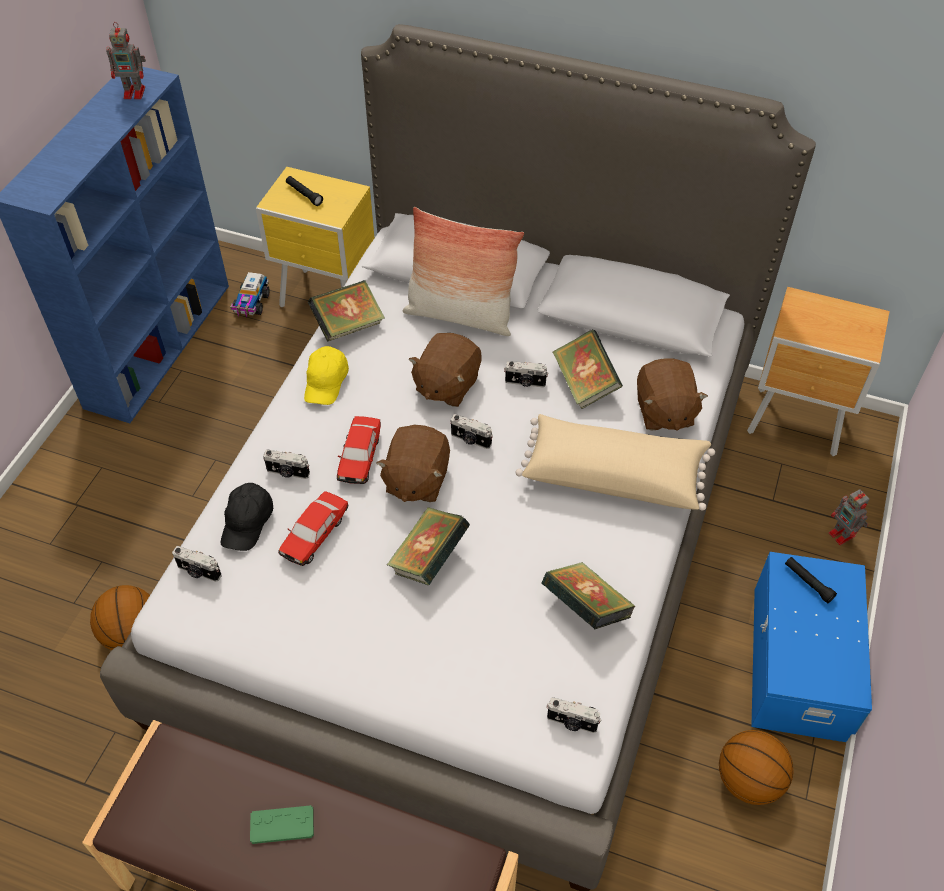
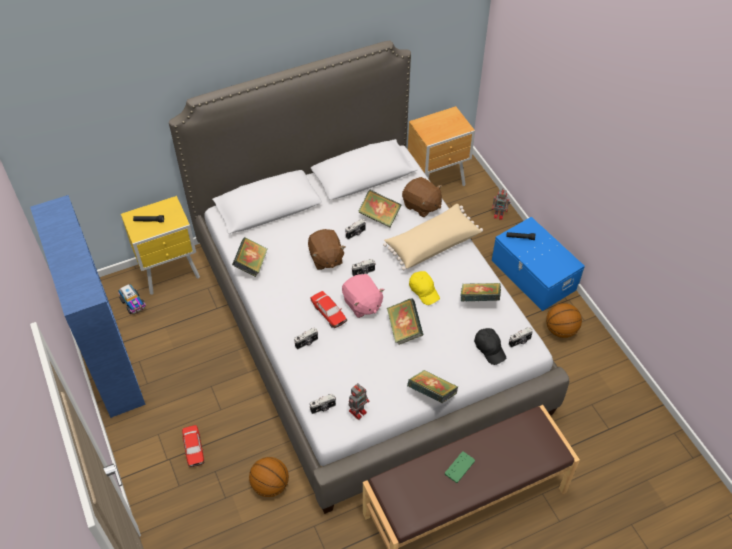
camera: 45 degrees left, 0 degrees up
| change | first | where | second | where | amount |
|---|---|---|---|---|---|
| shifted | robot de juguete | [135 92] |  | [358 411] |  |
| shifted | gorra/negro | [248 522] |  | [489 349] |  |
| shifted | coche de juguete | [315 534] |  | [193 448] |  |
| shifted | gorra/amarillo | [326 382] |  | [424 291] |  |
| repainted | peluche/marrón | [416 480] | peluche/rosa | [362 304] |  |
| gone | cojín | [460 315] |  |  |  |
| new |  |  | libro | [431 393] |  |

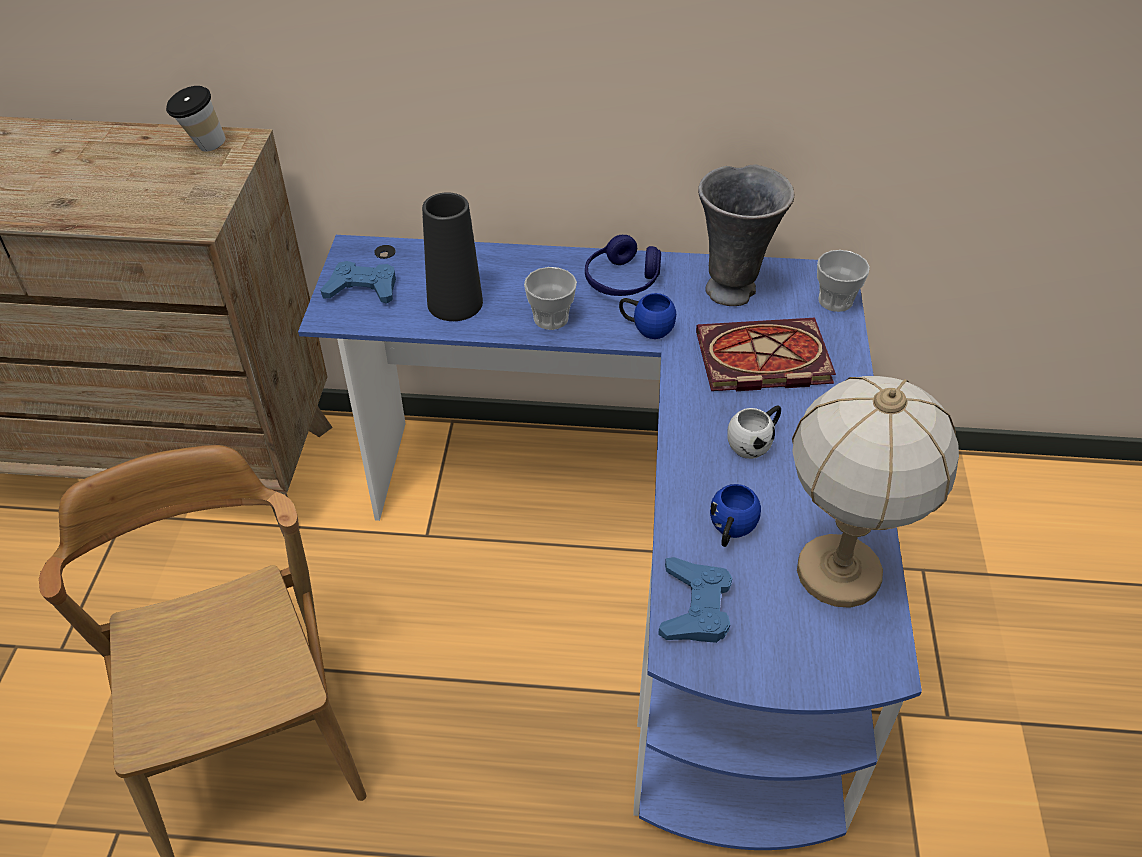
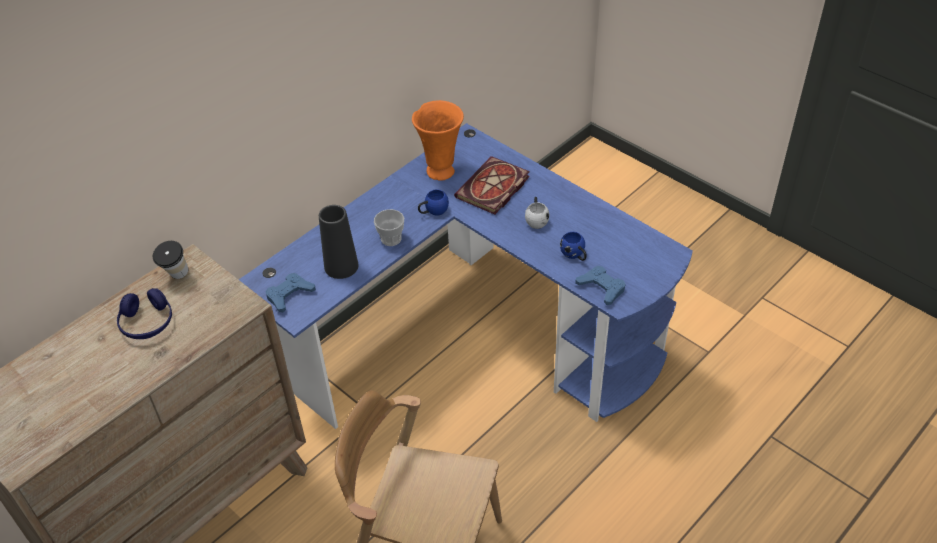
camera: 50 degrees left, 0 degrees up
| change | first | where | second | where | amount |
|---|---|---|---|---|---|
| shifted | auriculares/azul | [622 281] |  | [147 323] |  |
| repainted | florero/gris | [733 290] | florero/naranja | [441 170] |  |
| gone | lámpara de mesa | [837 573] |  |  |  |
| gone | taza | [835 301] |  |  |  |

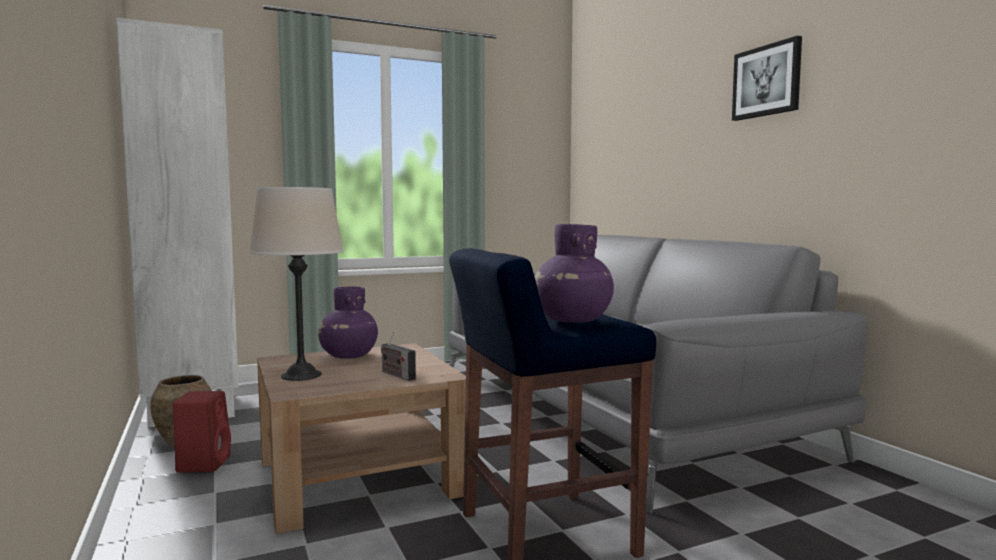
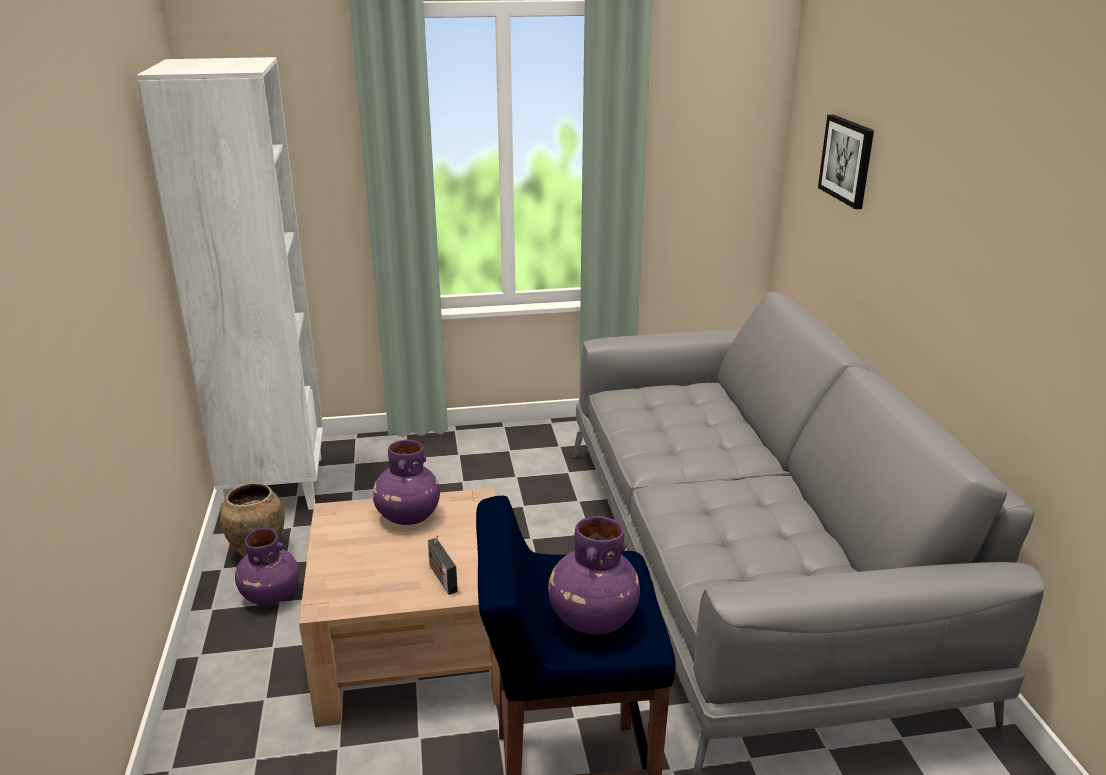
camera: 15 degrees right, 20 degrees up
| change | first | where | second | where | amount |
|---|---|---|---|---|---|
| swapped | altavoz/rojo | [204 463] | florero/morado | [270 595] |  |
| gone | lámpara de mesa/beis | [301 375] |  |  |  |
| shifted | cuadro | [767 81] |  | [847 160] |  |

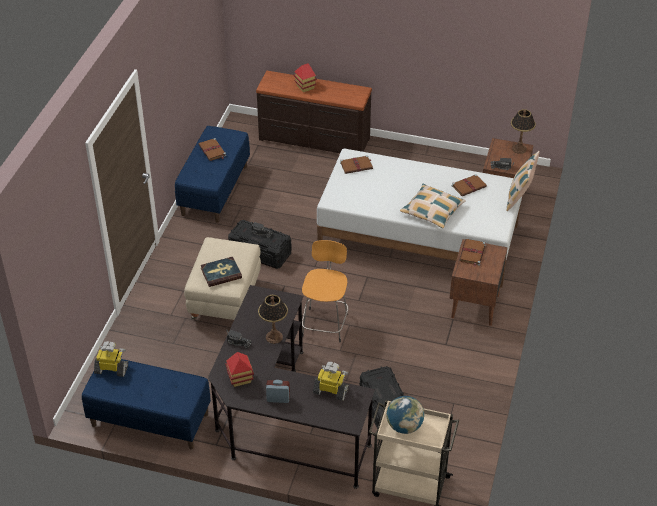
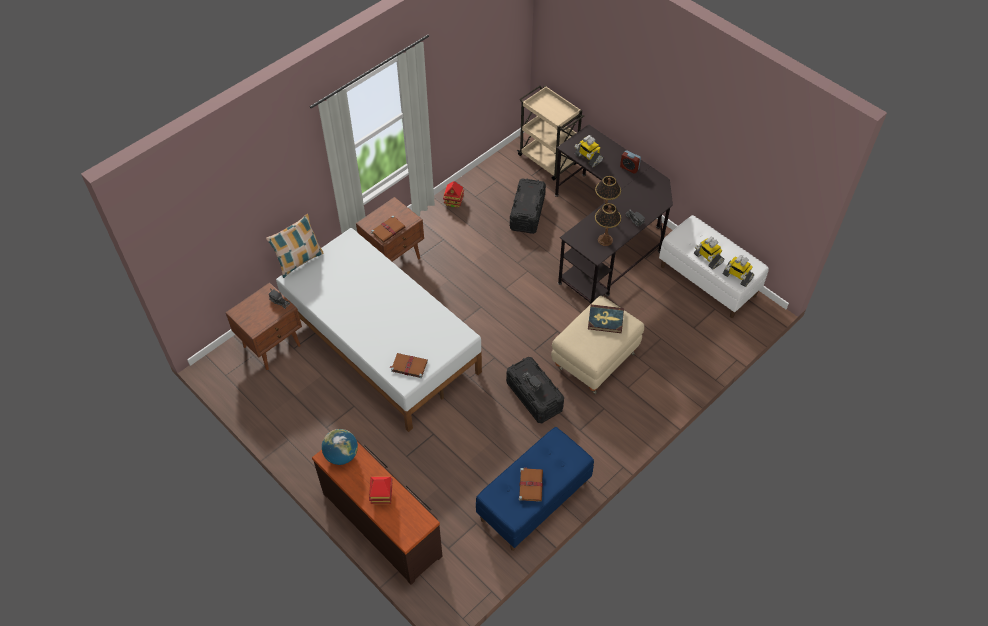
camera: 150 degrees left, 10 degrees up
| change | first | where | second | where | amount |
|---|---|---|---|---|---|
| repainted | banco/azul | [149 420] | banco/blanco | [708 281] |  |
| shifted | casita | [240 379] |  | [454 202] |  |
| gone | taburete/naranja | [325 323] |  |  |  |
| shifted | globo terráqueo | [404 426] |  | [341 455] |  |
| gone | cojín | [432 210] |  |  |  |
| gone | libro/marrón | [469 186] |  |  |  |
| shifted | lámpara de mesa | [519 149] |  | [605 240] |  |
| new |  |  | robot de juguete | [707 258] |  |

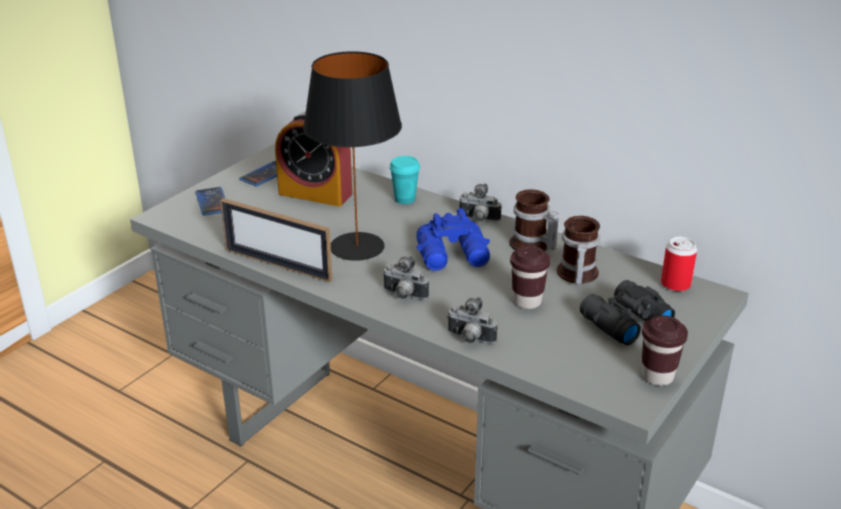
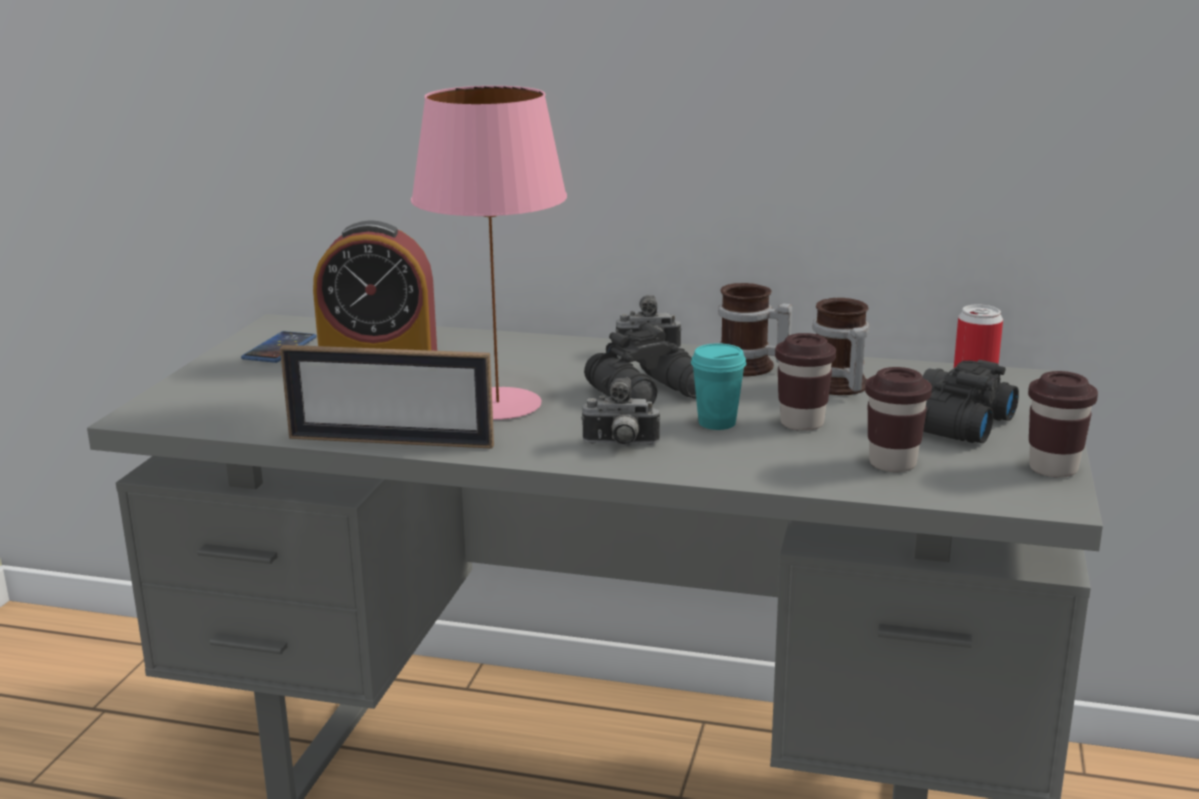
camera: 20 degrees left, 10 degrees down
| change | first | where | second | where | amount |
|---|---|---|---|---|---|
| gone | móvil | [212 202] |  |  |  |
| repainted | lámpara de mesa/negro | [356 247] | lámpara de mesa/rosa | [496 405] |  |
| shifted | taza/turquesa | [405 199] |  | [717 423] |  |
| repainted | prismáticos/azul | [454 256] | prismáticos/negro | [651 393] |  |
| gone | cámara | [469 339] |  |  |  |
| new |  |  | taza/marrón | [892 463] |  |

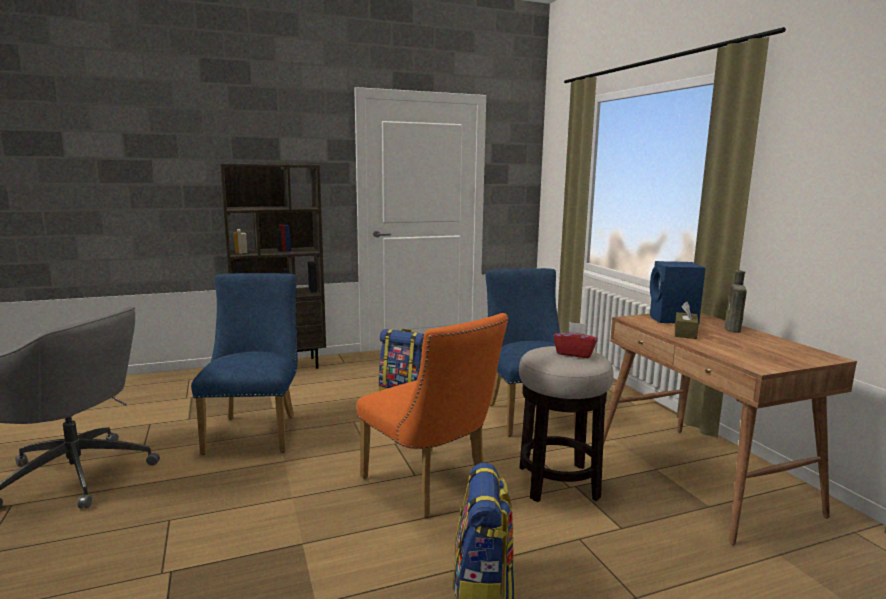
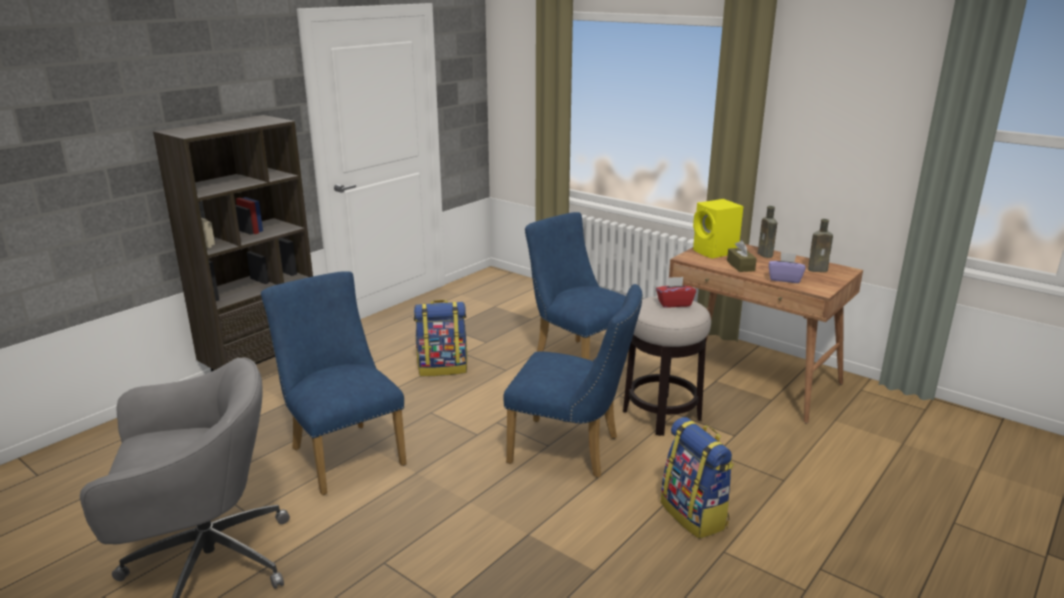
camera: 30 degrees left, 10 degrees up
| change | first | where | second | where | amount |
|---|---|---|---|---|---|
| repainted | silla/naranja | [430 486] | silla/azul | [572 451] |  |
| repainted | altavoz/azul | [673 319] | altavoz/amarillo | [715 252] |  |
| new |  |  | caja de pañuelos/morado | [785 279] |  |
| new |  |  | botella/marrón | [819 270] |  |

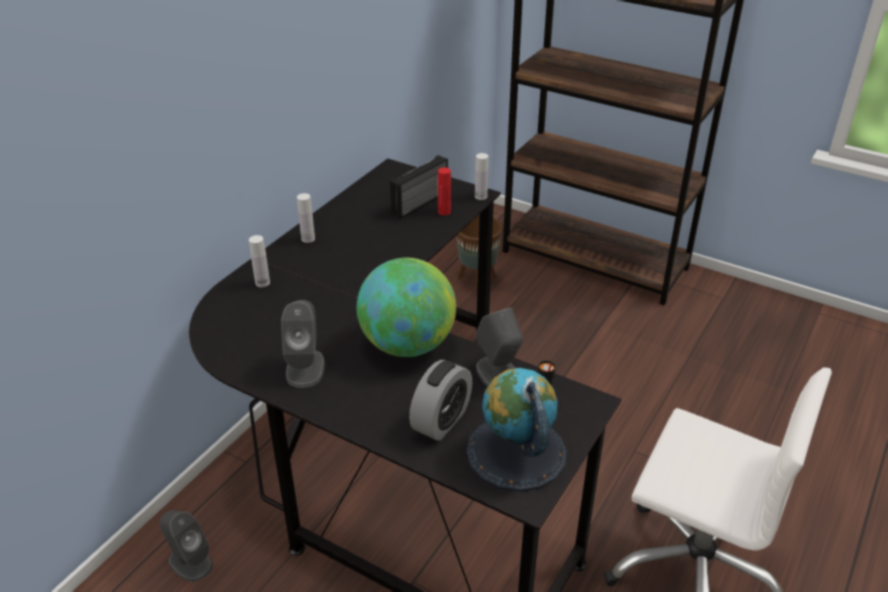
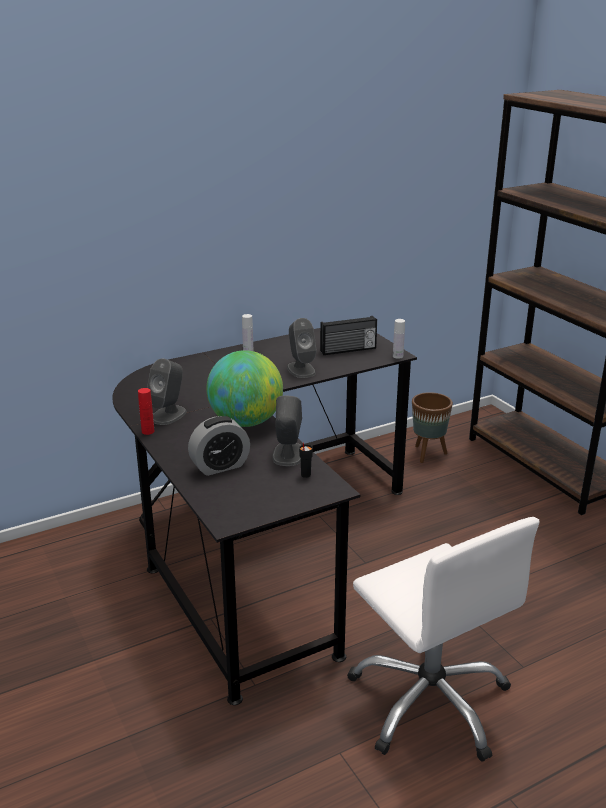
camera: 30 degrees right, 10 degrees down
| change | first | where | second | where | amount |
|---|---|---|---|---|---|
| shifted | altavoz/gris | [190 562] |  | [301 370] |  |
| gone | botella/blanco | [262 283] |  |  |  |
| shifted | botella/rojo | [444 212] |  | [148 431] |  |
| gone | globo terráqueo | [516 452] |  |  |  |

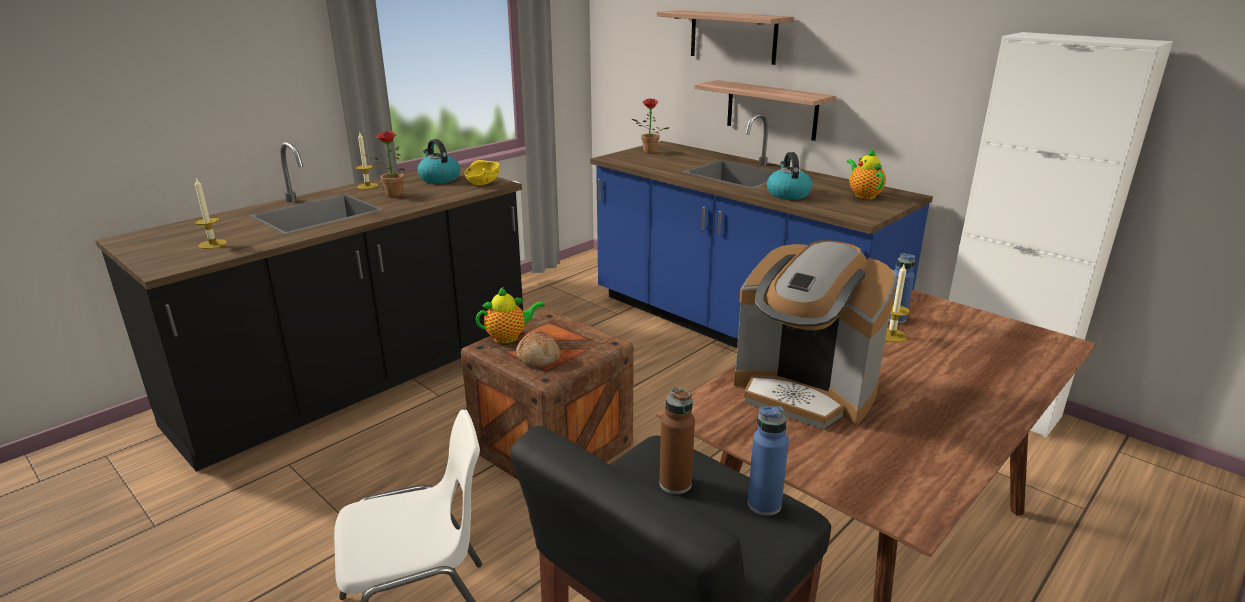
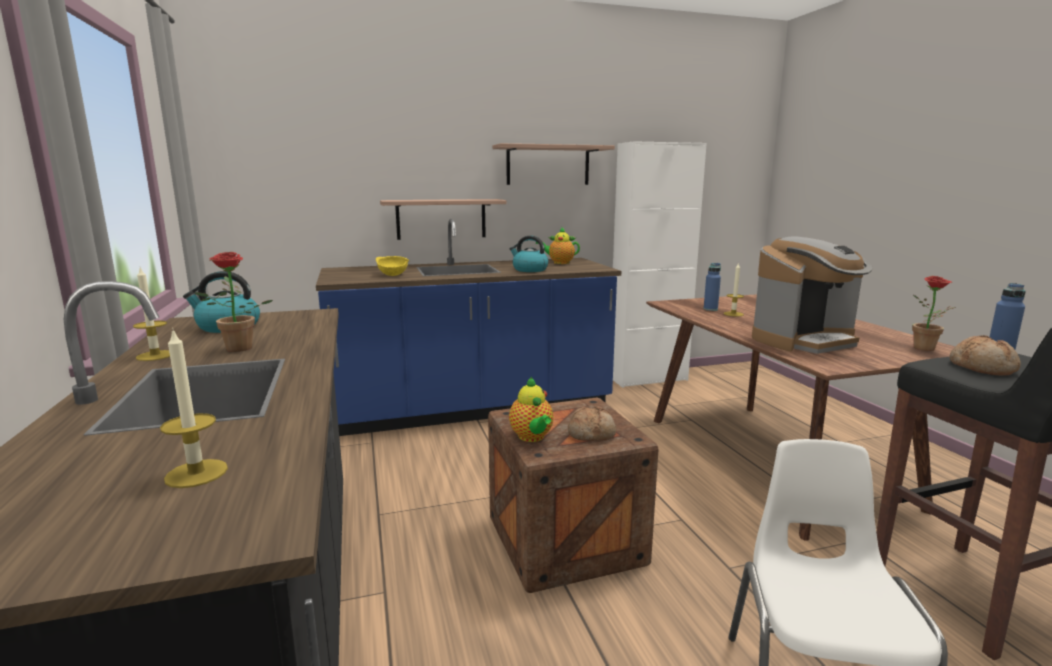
camera: 60 degrees left, 10 degrees down
| change | first | where | second | where | amount |
|---|---|---|---|---|---|
| shifted | cuenco/amarillo | [482 183] |  | [393 275] |  |
| rotated | tetera | [509 337] |  | [532 437] | 150 degrees clockwise |
| shifted | planta en maceta | [648 152] |  | [928 349] |  |
| shifted | estante | [733 36] |  | [548 165] |  |
| swapped | botella/marrón | [675 484] | pan | [983 368] |  |

